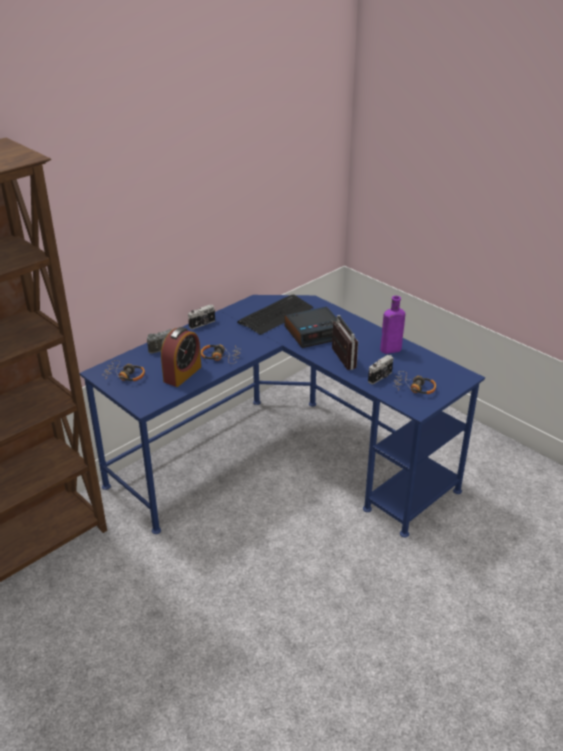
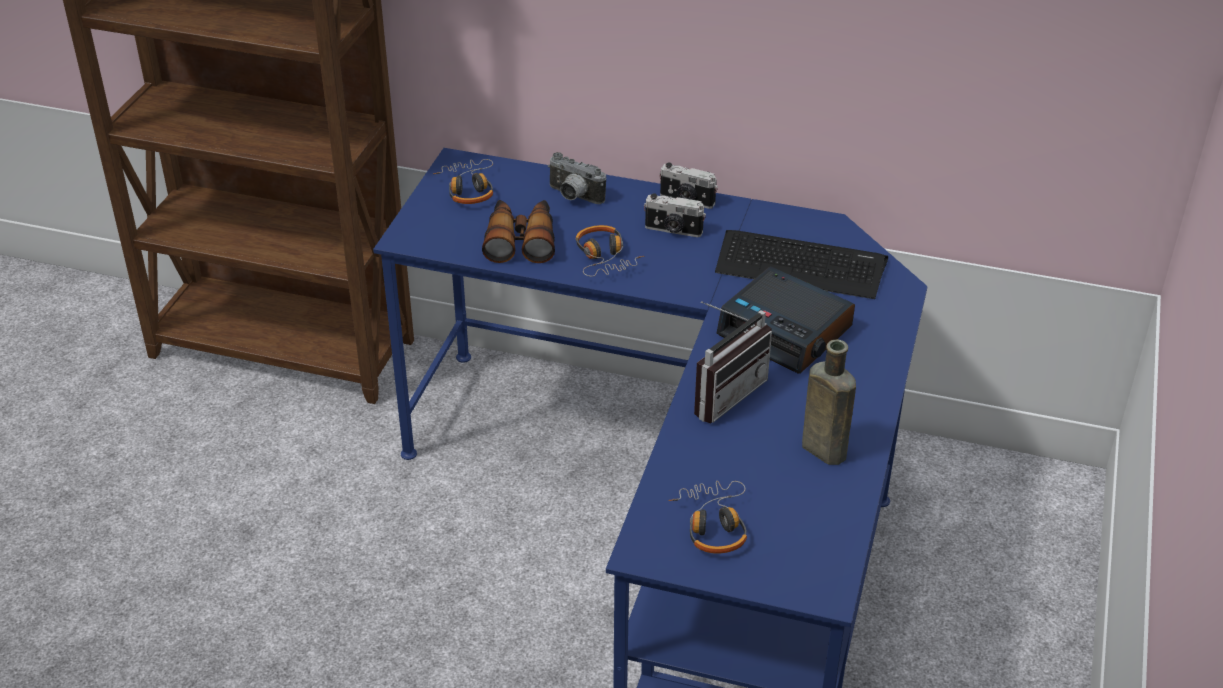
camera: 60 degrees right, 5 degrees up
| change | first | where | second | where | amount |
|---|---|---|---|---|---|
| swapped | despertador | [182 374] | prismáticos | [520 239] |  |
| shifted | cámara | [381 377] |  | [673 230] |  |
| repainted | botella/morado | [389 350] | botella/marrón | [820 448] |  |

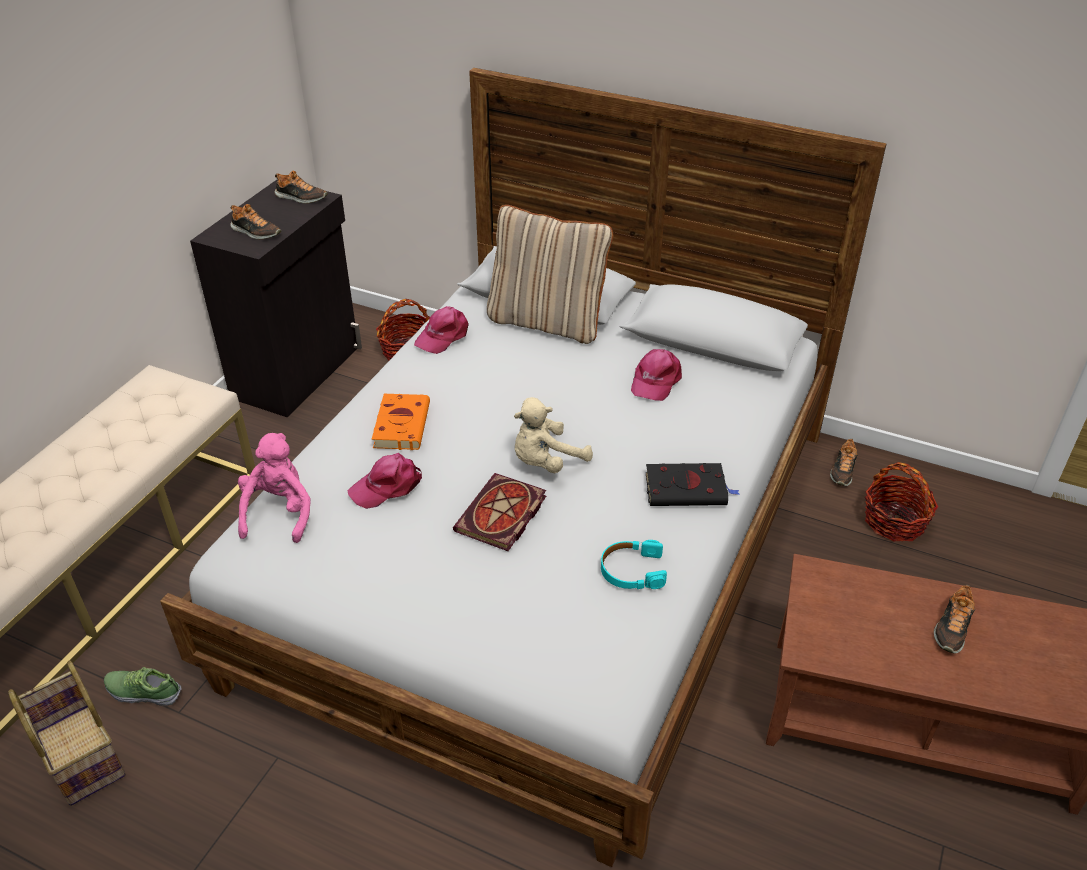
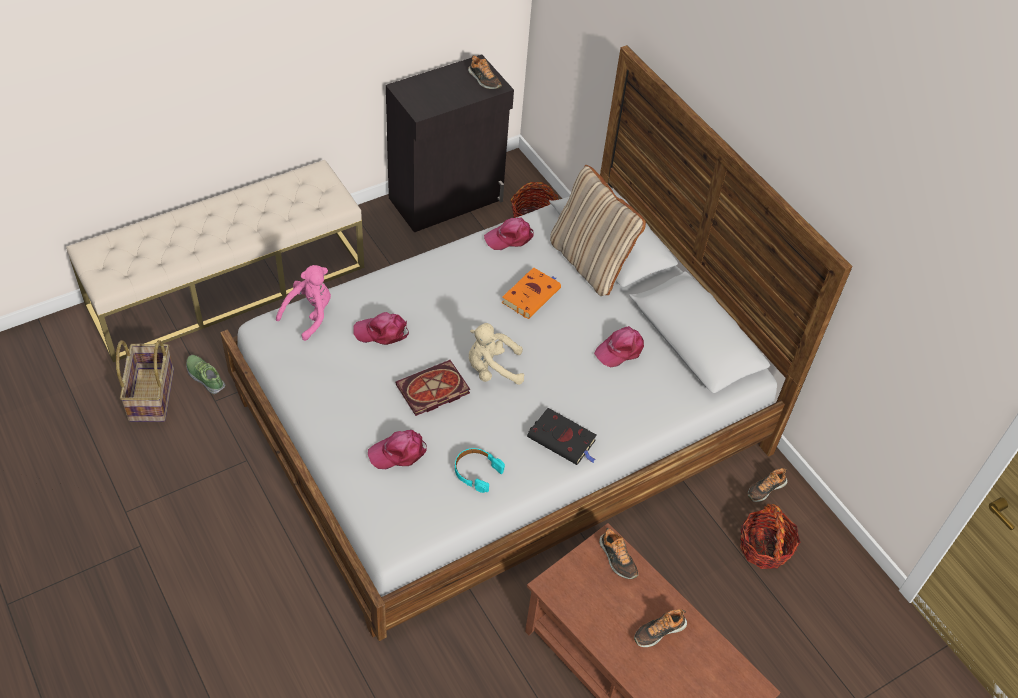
camera: 30 degrees right, 10 degrees up
| change | first | where | second | where | amount |
|---|---|---|---|---|---|
| shifted | zapato | [255 232] |  | [617 558] |  |
| shifted | libro/naranja | [401 424] |  | [531 295] |  |
| new |  |  | gorra/rosa | [398 452] |  |

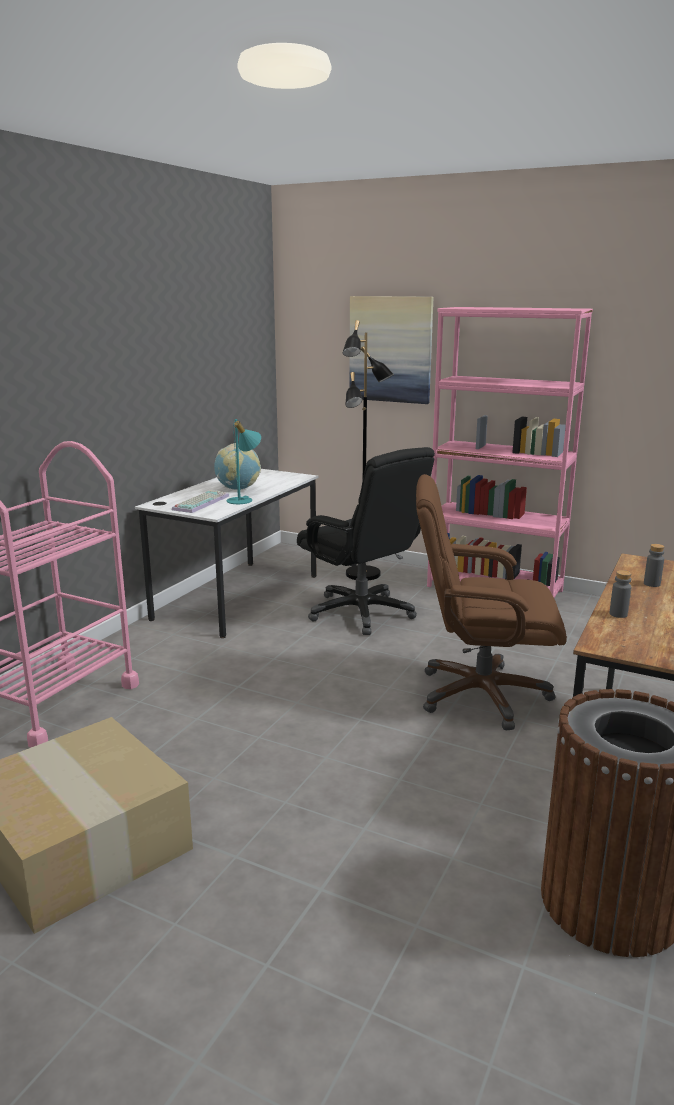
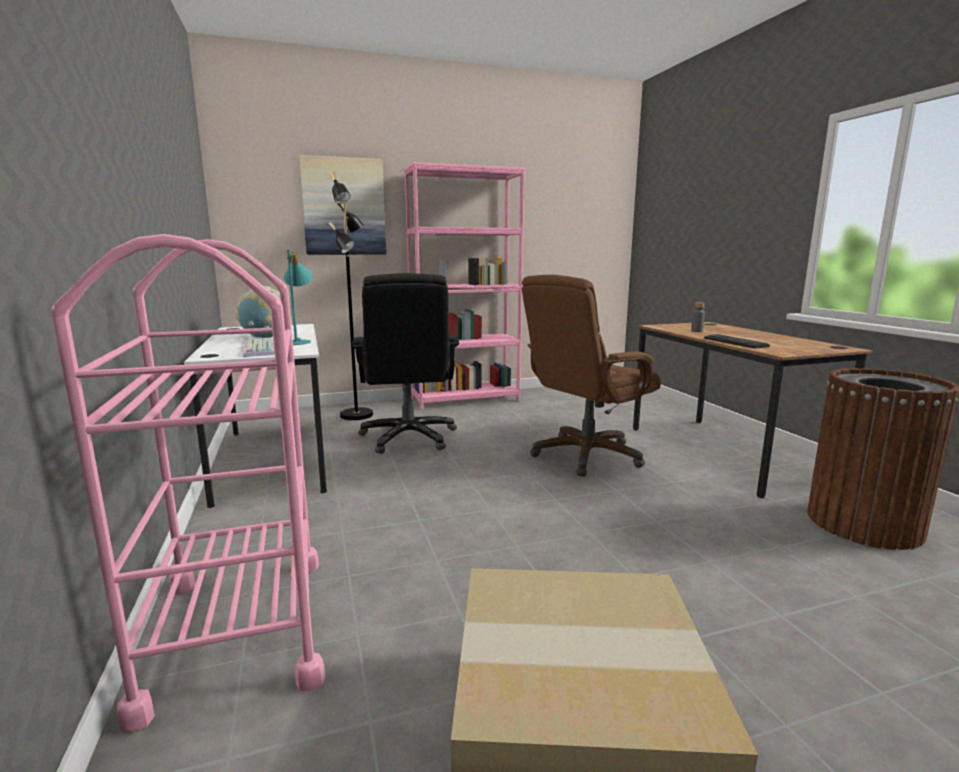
camera: 45 degrees left, 5 degrees down
| change | first | where | second | where | amount |
|---|---|---|---|---|---|
| rotated | silla de oficina/negro | [362 613] |  | [409 437] | 75 degrees clockwise |
| swapped | botella/gris | [618 614] | teclado | [735 342] |  |

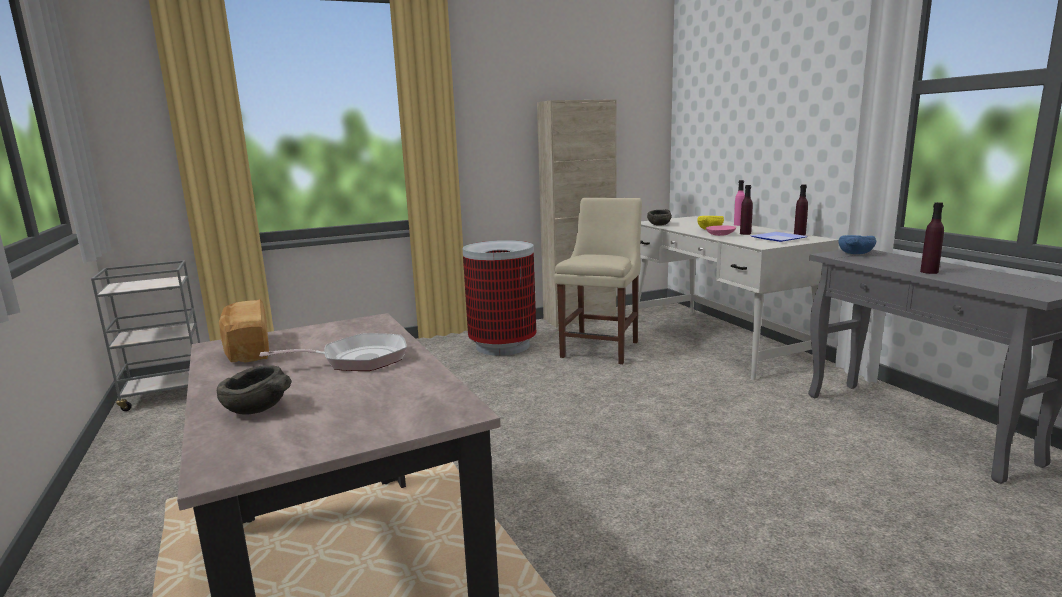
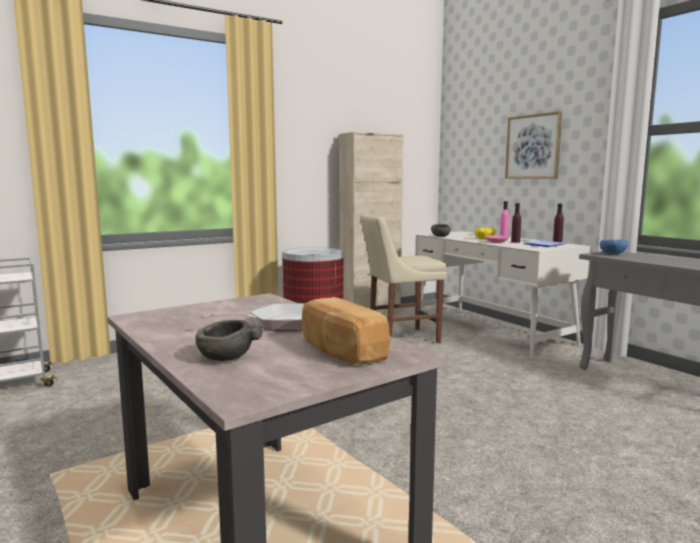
camera: 10 degrees left, 5 degrees down
| change | first | where | second | where | amount |
|---|---|---|---|---|---|
| shifted | pan | [247 350] |  | [341 351] |  |
| rotated | silla/beis | [602 348] |  | [399 338] | 120 degrees counterclockwise |
| gone | botella/morado | [929 272] |  |  |  |
| new |  |  | cuadro | [533 147] |  |

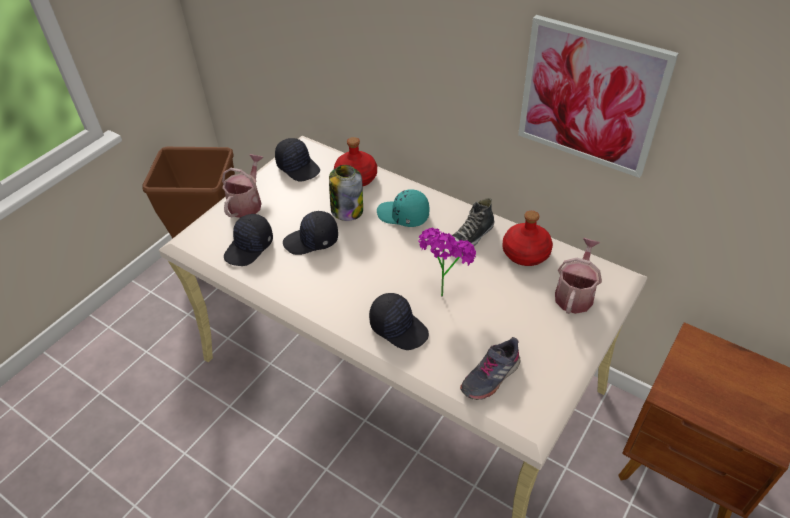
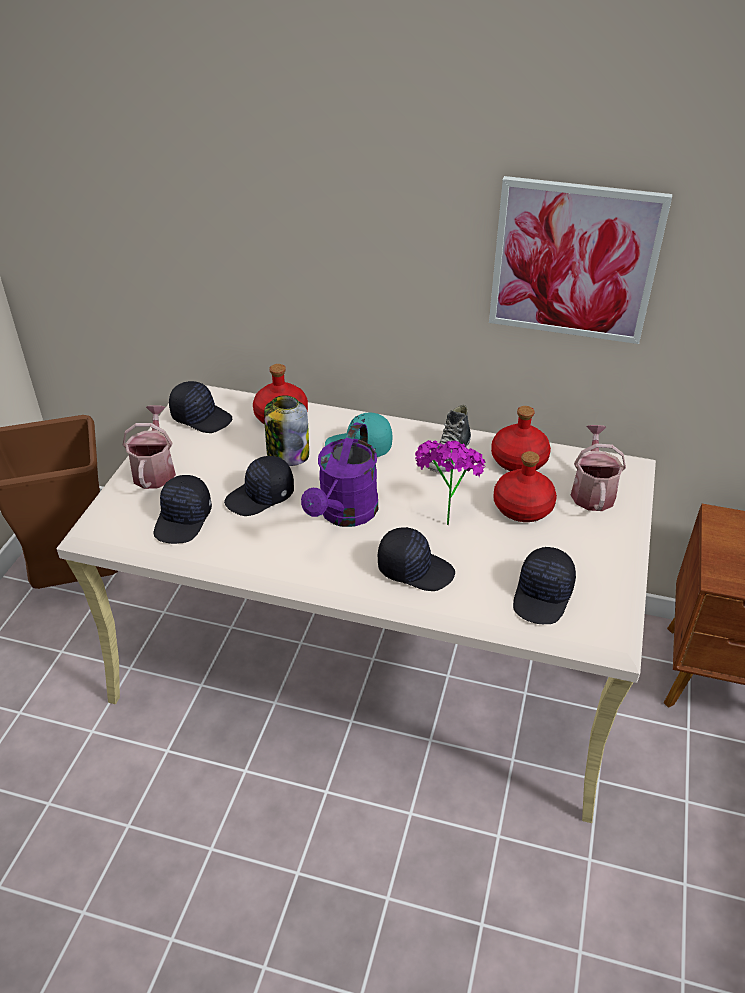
camera: 20 degrees left, 5 degrees down
| change | first | where | second | where | amount |
|---|---|---|---|---|---|
| swapped | zapato/gris | [490 376] | gorra/negro | [543 596] |  |
| new |  |  | regadera/morado | [345 515] |  |
| new |  |  | botella/rojo | [523 507] |  |

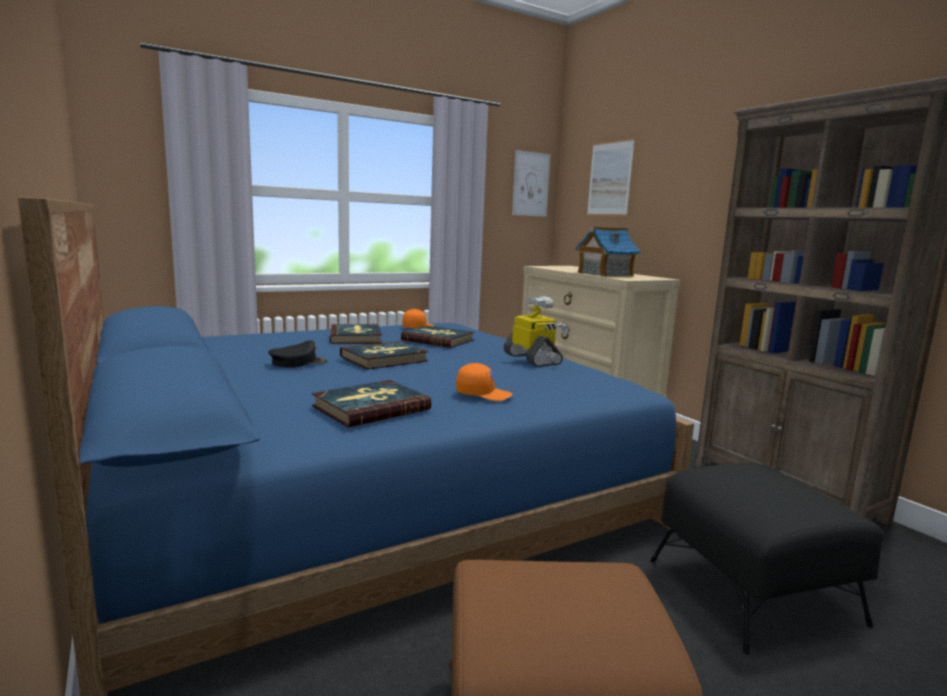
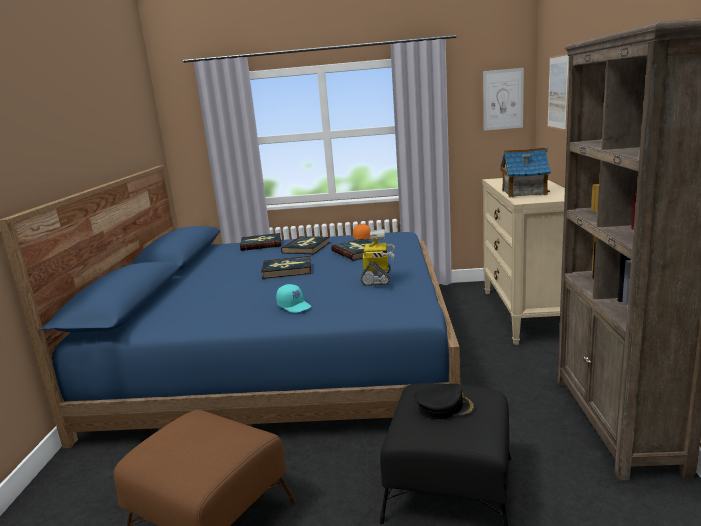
camera: 35 degrees right, 5 degrees up
| change | first | where | second | where | amount |
|---|---|---|---|---|---|
| shifted | gorra/negro | [298 362] |  | [445 406] |  |
| shifted | libro | [370 408] |  | [261 244] |  |
| repainted | gorra/naranja | [483 394] | gorra/turquesa | [294 306] |  |

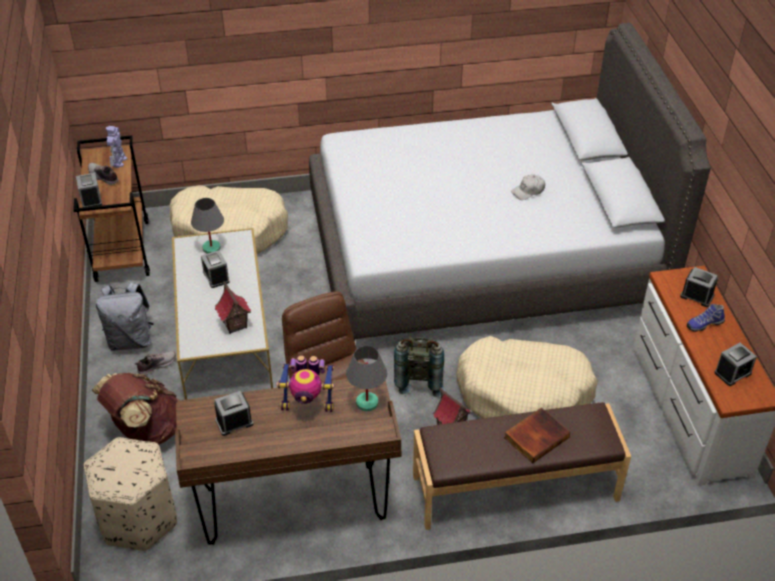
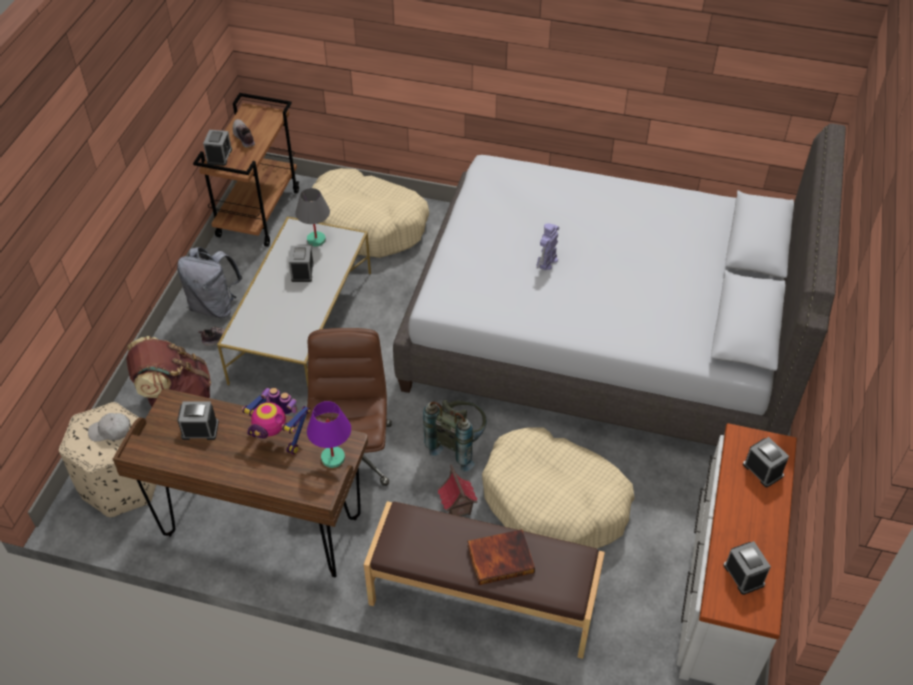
camera: 25 degrees right, 5 degrees up
| change | first | where | second | where | amount |
|---|---|---|---|---|---|
| shifted | robot de juguete | [118 162] |  | [547 262] |  |
| gone | casita | [234 325] |  |  |  |
| repainted | lámpara de mesa/gris | [367 402] | lámpara de mesa/morado | [333 458] |  |
| shifted | gorra/blanco | [528 191] |  | [111 431] |  |
| gone | zapato | [704 324] |  |  |  |
| rotated | despertador | [732 373] |  | [743 575] | 105 degrees counterclockwise |

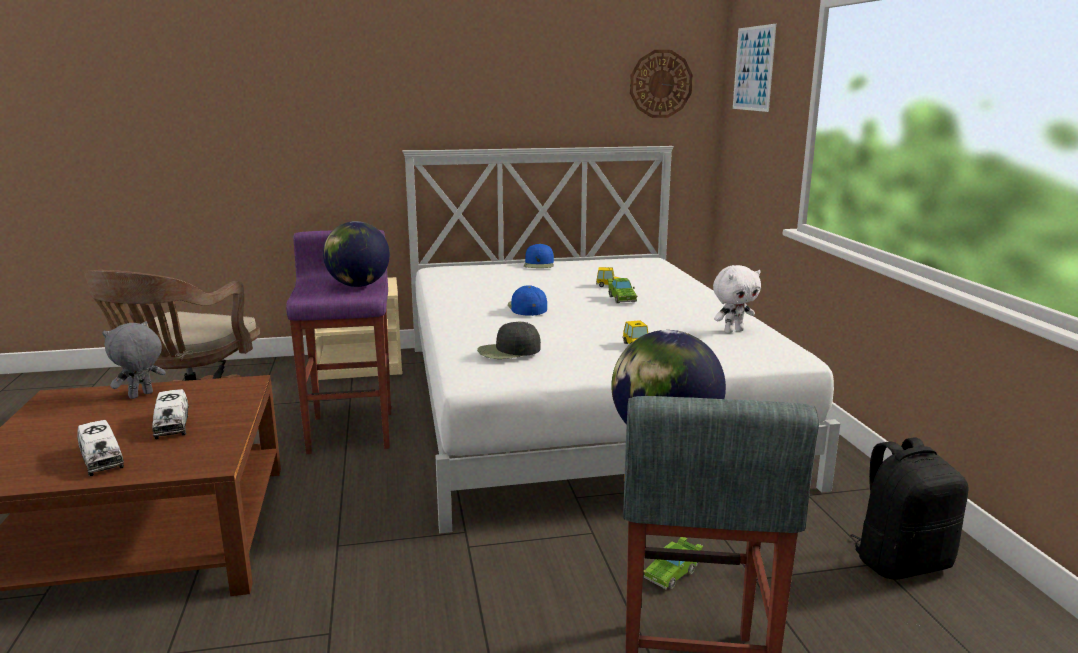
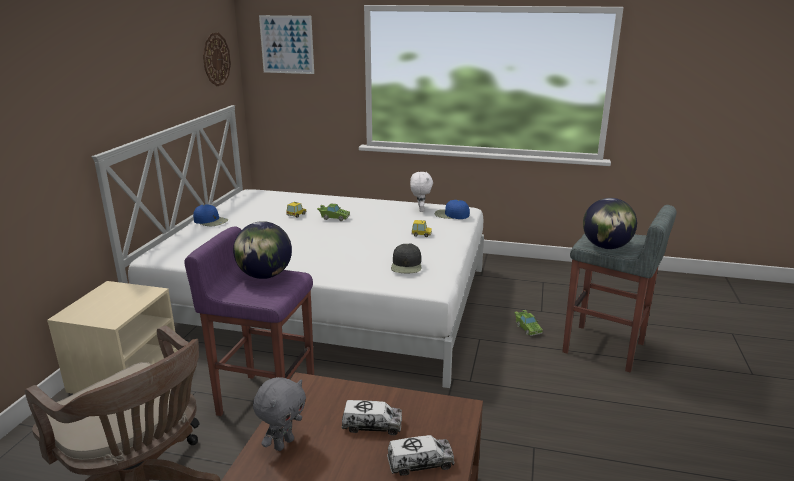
camera: 65 degrees left, 5 degrees up
| change | first | where | second | where | amount |
|---|---|---|---|---|---|
| rotated | peluche/gris | [141 395] |  | [283 443] | 120 degrees counterclockwise |
| shifted | gorra/azul | [527 307] |  | [451 215] |  |
| gone | mochila/negro | [901 562] |  |  |  |

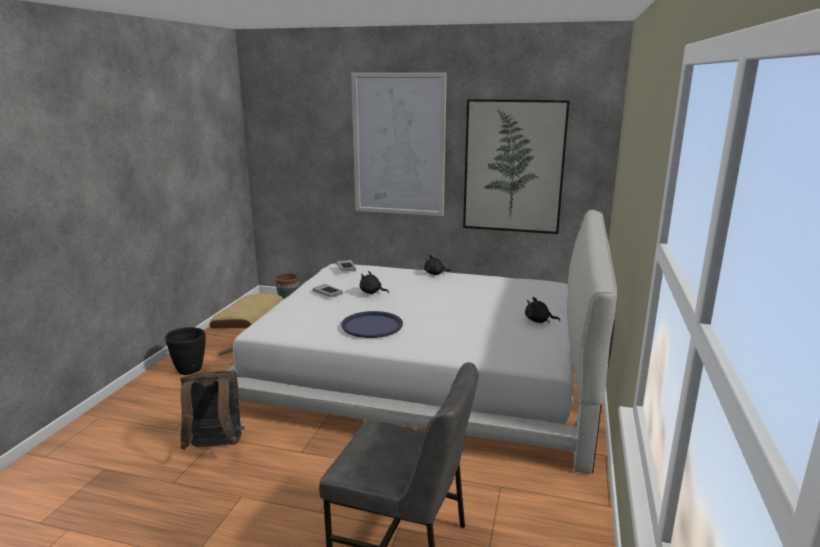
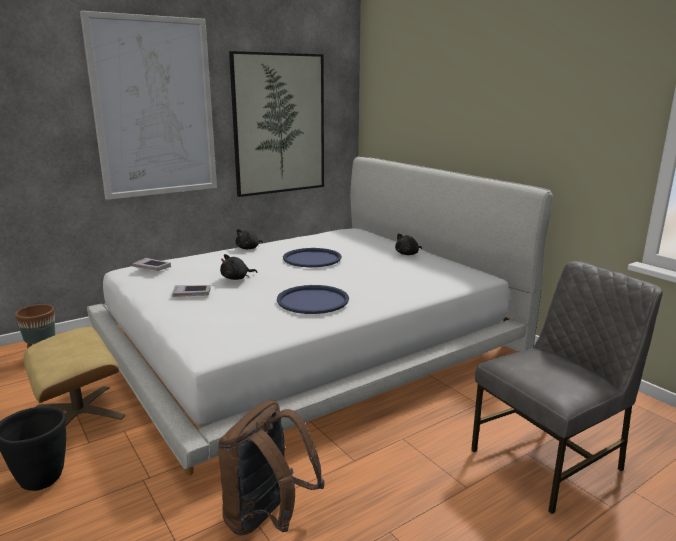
camera: 50 degrees left, 0 degrees up
| change | first | where | second | where | amount |
|---|---|---|---|---|---|
| new |  |  | bandeja/azul | [312 258] |  |

